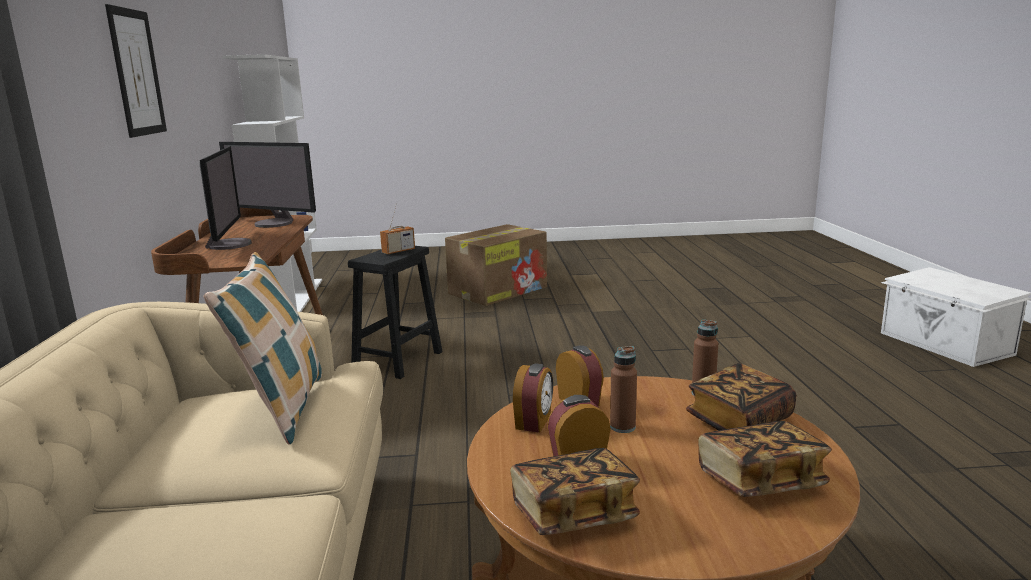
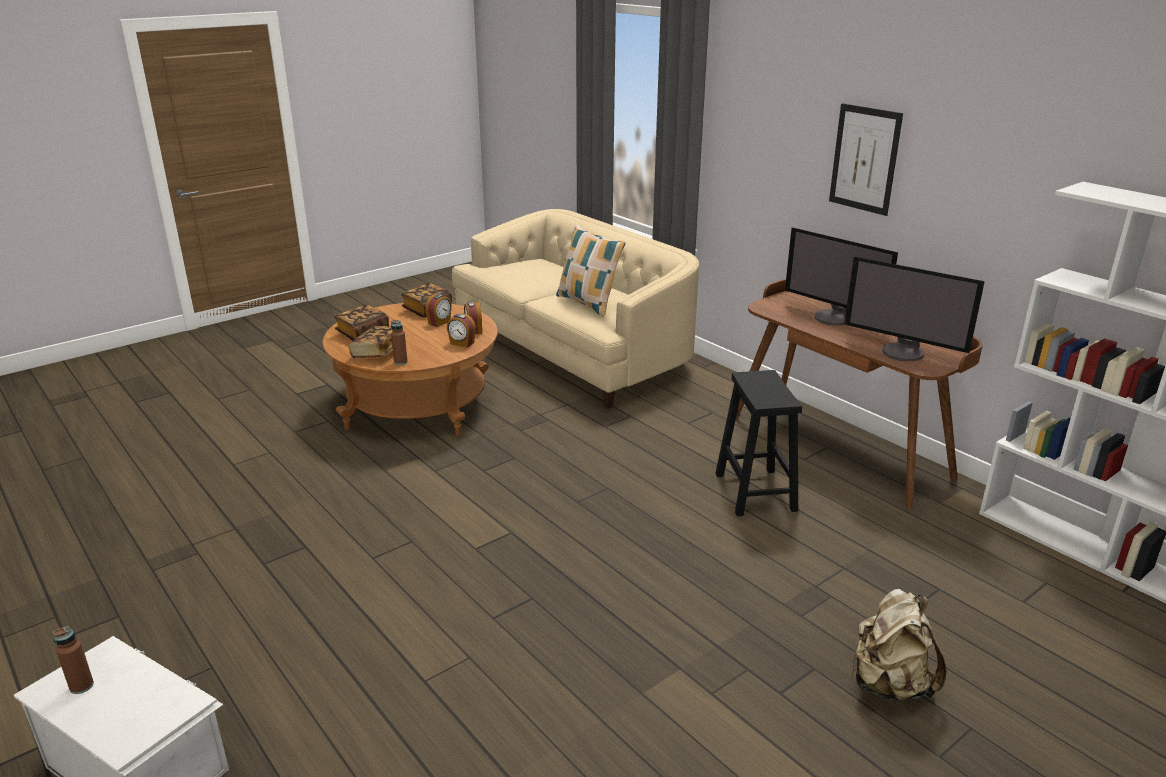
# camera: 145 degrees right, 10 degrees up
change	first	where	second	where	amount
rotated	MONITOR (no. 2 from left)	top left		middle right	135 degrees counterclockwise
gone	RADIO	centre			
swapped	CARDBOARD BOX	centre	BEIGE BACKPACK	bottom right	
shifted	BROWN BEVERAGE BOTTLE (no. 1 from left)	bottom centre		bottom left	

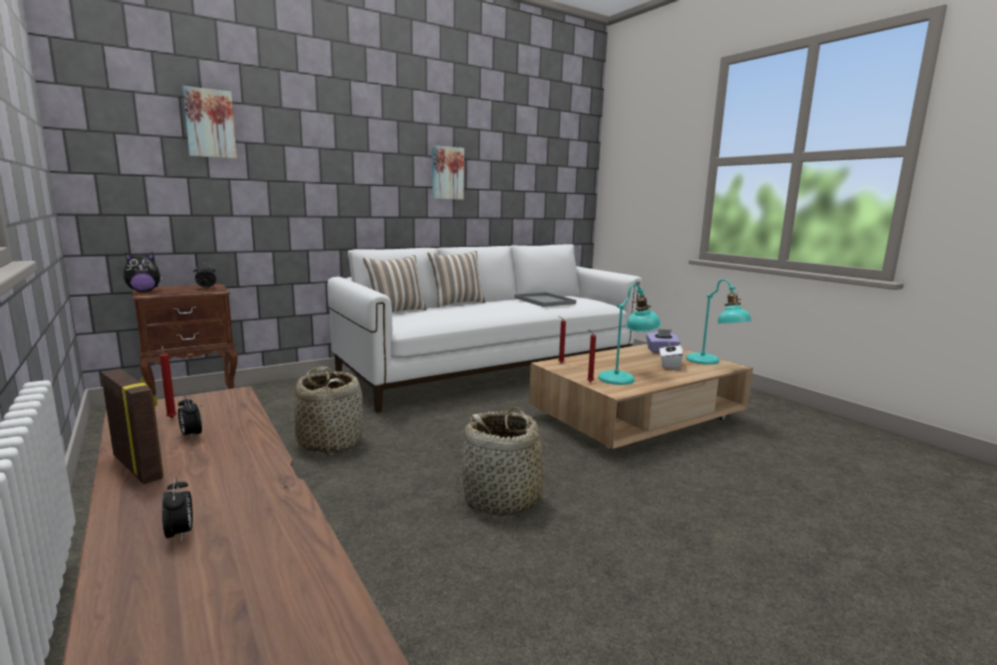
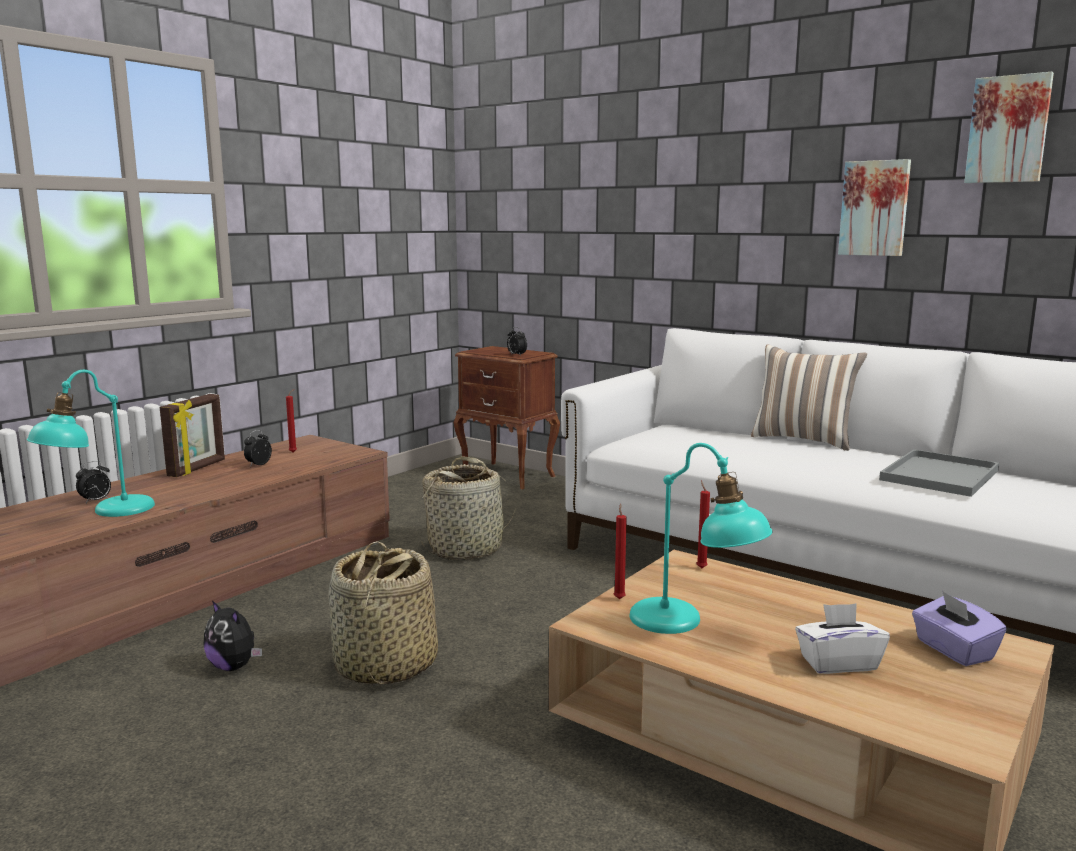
# camera: 70 degrees right, 0 degrees up
change	first	where	second	where	amount
shifted	SOFT TOY	middle left		bottom left	
shifted	PICTURE (no. 1 from left in the first image)	top left	PICTURE (no. 2 from left)	top right	
gone	PILLOW (no. 1 from left)	centre			
shifted	BLUE-GREEN TABLETOP LAMP (no. 2 from left in the first image)	middle right	BLUE-GREEN TABLETOP LAMP (no. 1 from left)	middle left	

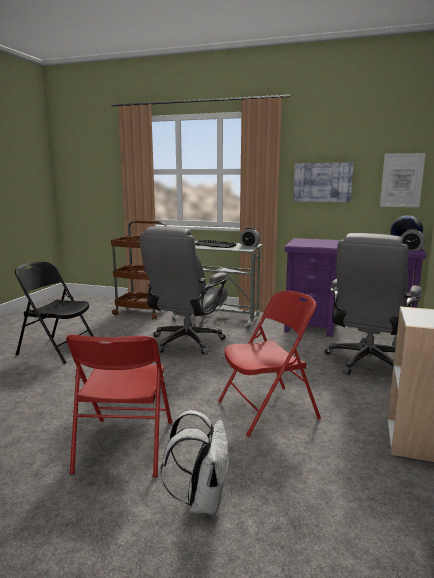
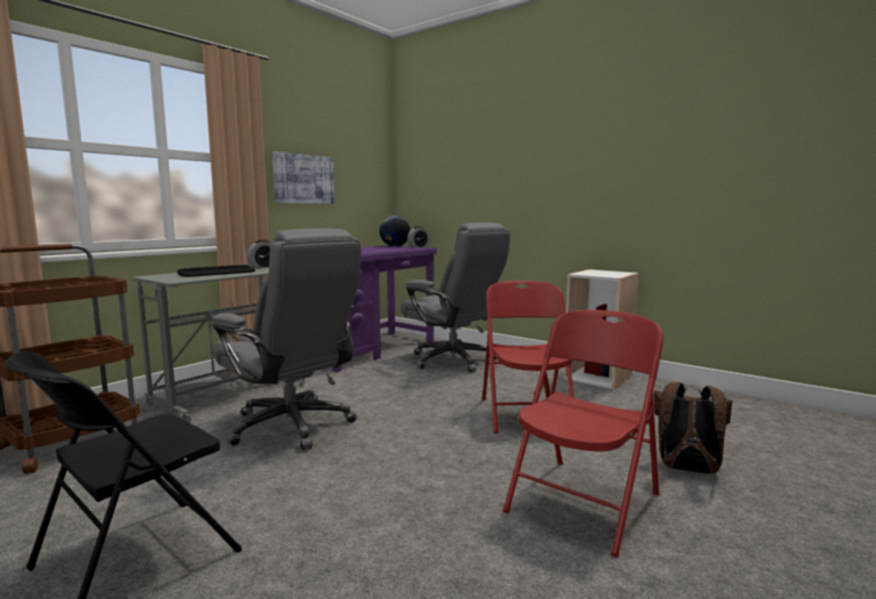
# camera: 70 degrees left, 5 degrees down
change	first	where	second	where	amount
rotated	RED-COLOURED CHAIR (no. 1 from left in the first image)	bottom left	RED-COLOURED CHAIR (no. 2 from left)	bottom centre	75 degrees counterclockwise
repainted	WHITISH BACKPACK	bottom centre	BROWN BACKPACK	bottom right	
gone	PICTURE (no. 2 from left)	top right			

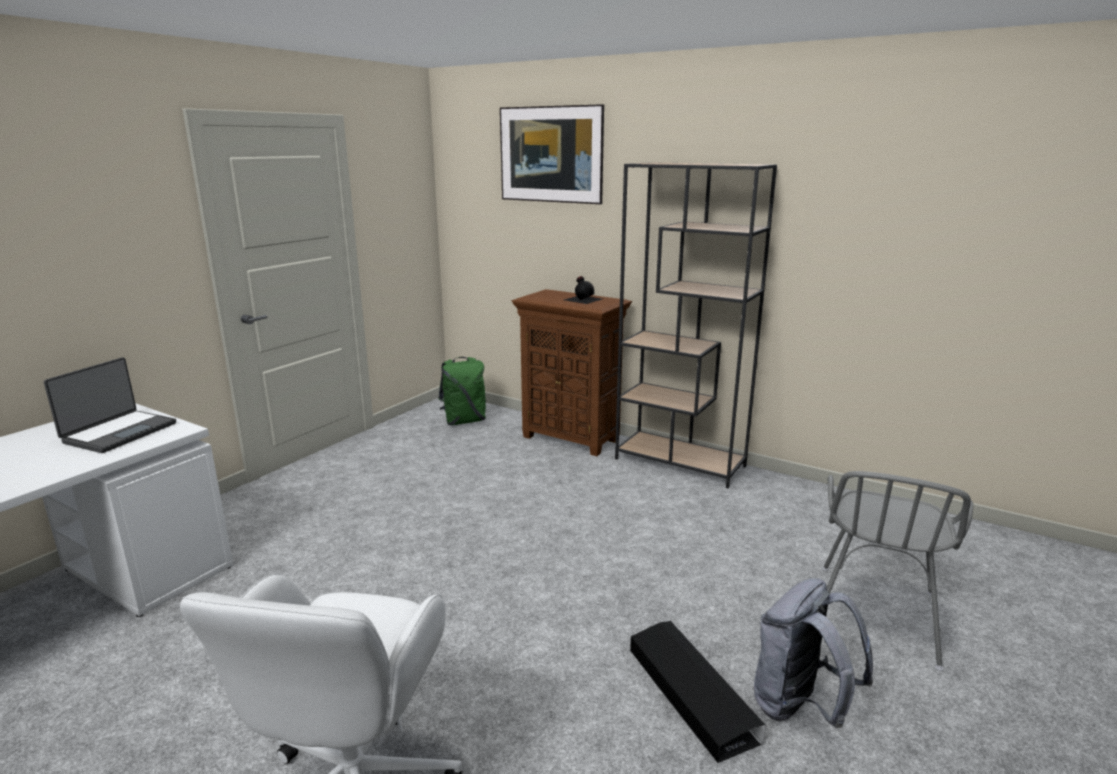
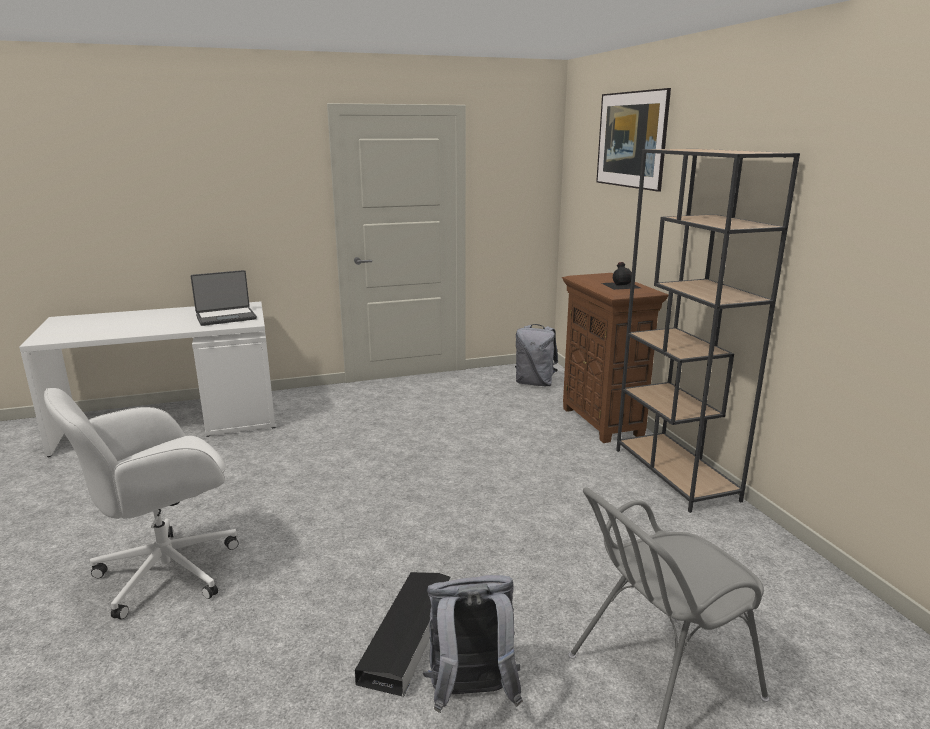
# camera: 40 degrees right, 0 degrees up
change	first	where	second	where	amount
repainted	GREEN-COLOURED BACKPACK	centre	GRAY BACKPACK (no. 2 from left)	centre	

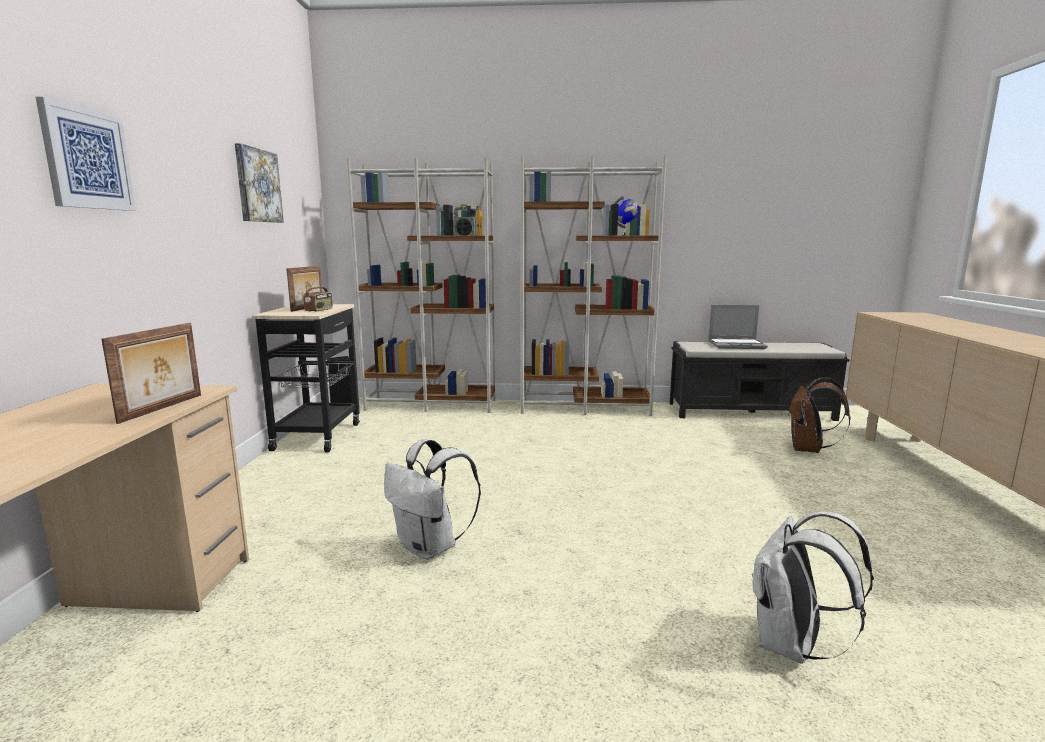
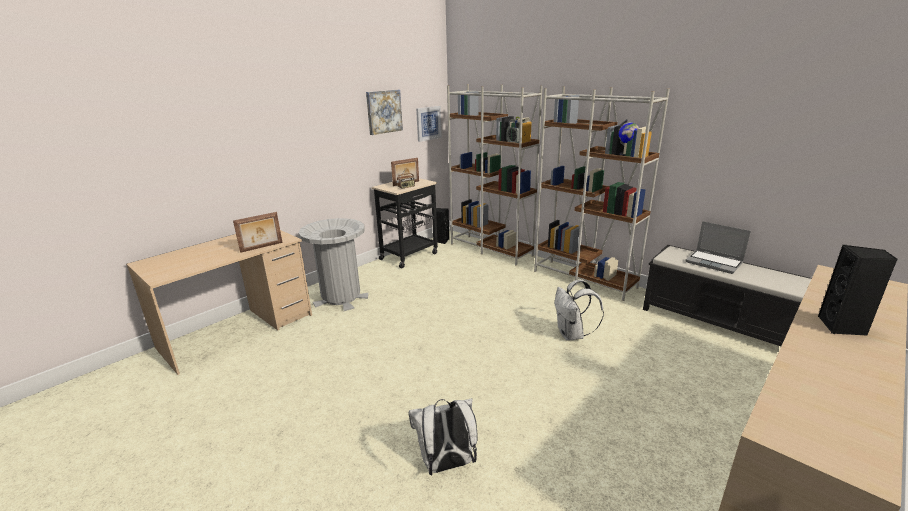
# camera: 40 degrees right, 10 degrees up
change	first	where	second	where	amount
shifted	PICTURE (no. 1 from left in the first image)	top left	PICTURE (no. 2 from left)	top centre	
shifted	WHITISH BACKPACK (no. 1 from left in the first image)	bottom centre	WHITISH BACKPACK (no. 2 from left)	centre	
gone	BROWN BACKPACK	middle right			
new			GRAY TRASH CAN	centre	
new			BLACKISH SPEAKER (no. 2 from left)	middle right	

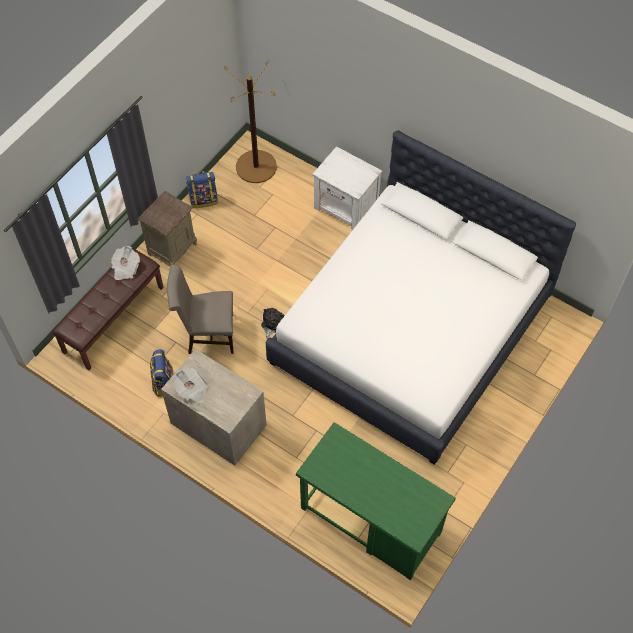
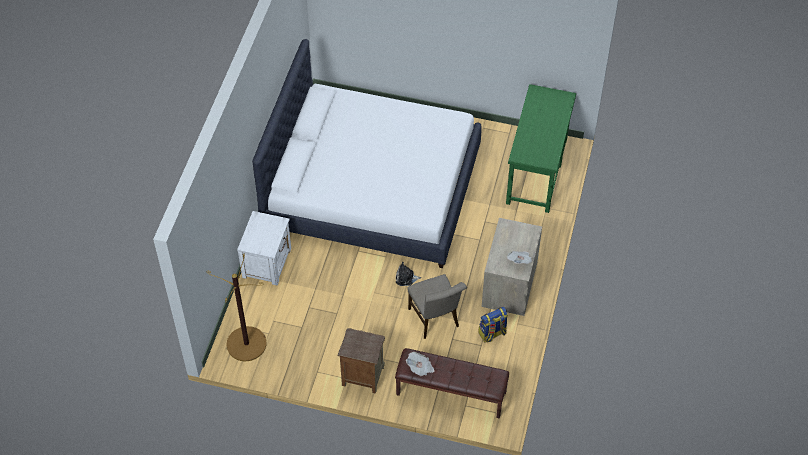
# camera: 110 degrees left, 5 degrees down
change	first	where	second	where	amount
gone	BACKPACK (no. 2 from left)	top left			

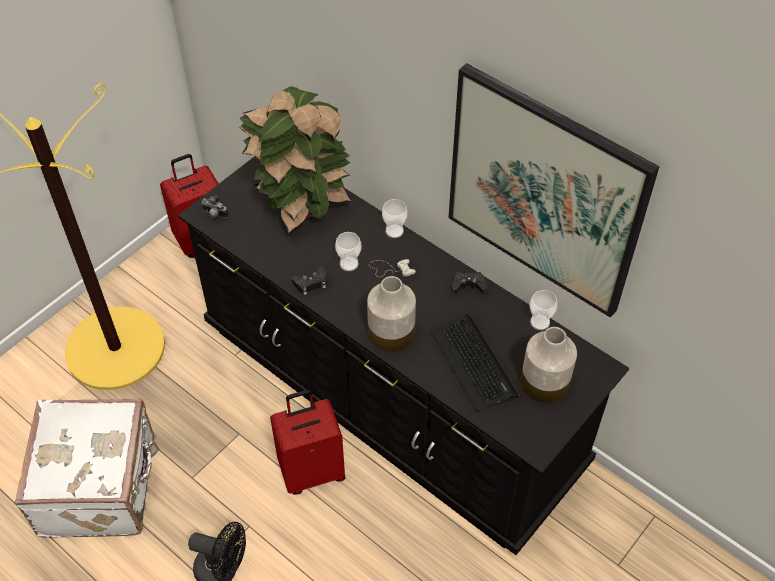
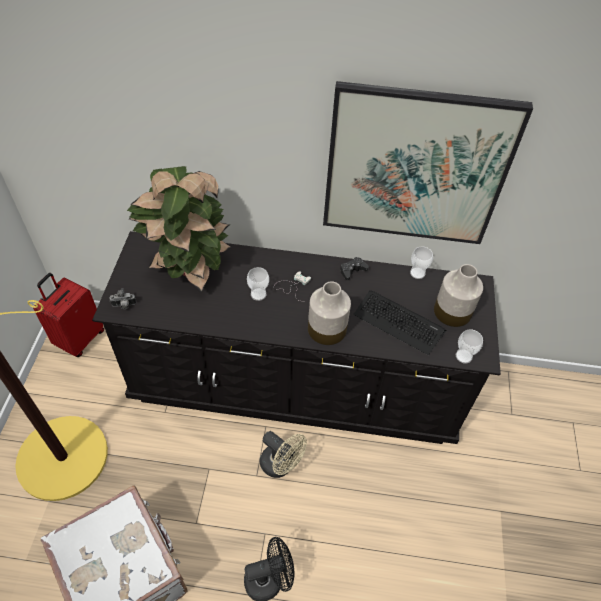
# camera: 35 degrees left, 0 degrees up
change	first	where	second	where	amount
swapped	RED-COLOURED TRAVEL CASE (no. 2 from left)	bottom centre	BEIGE FAN	bottom centre	
gone	BLACKISH GAMEPAD (no. 1 from left)	centre			
shifted	SMALL CUP (no. 2 from left in the first image)	centre	SMALL CUP (no. 3 from left)	middle right	

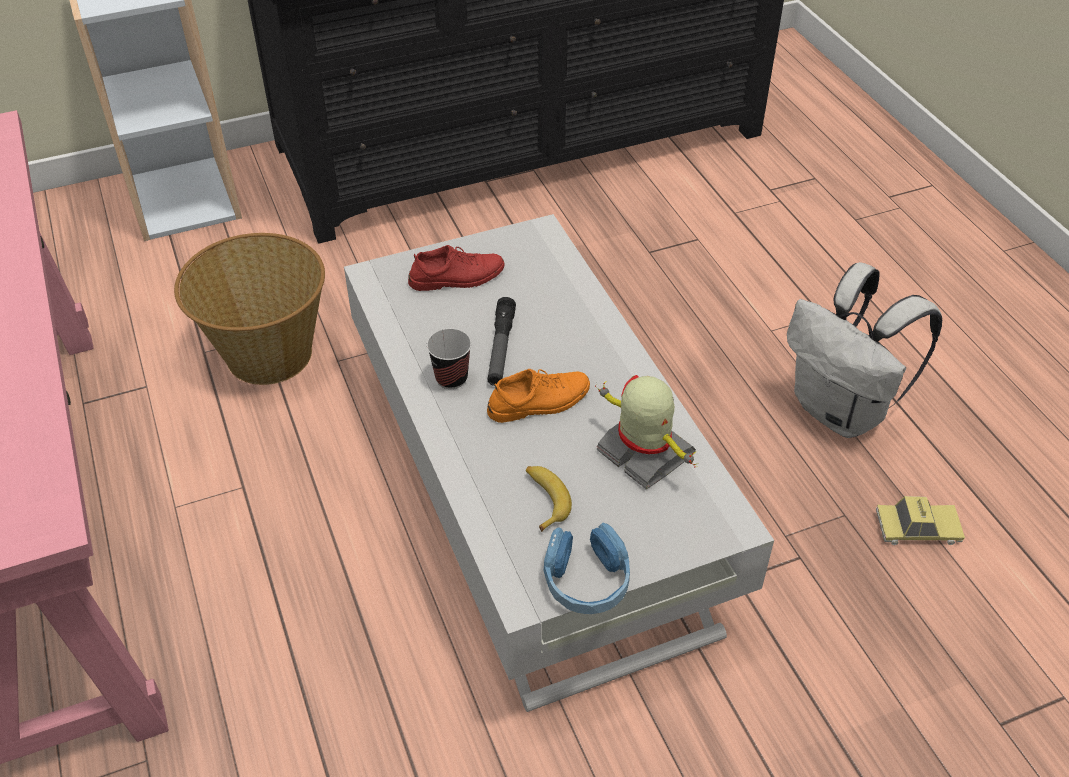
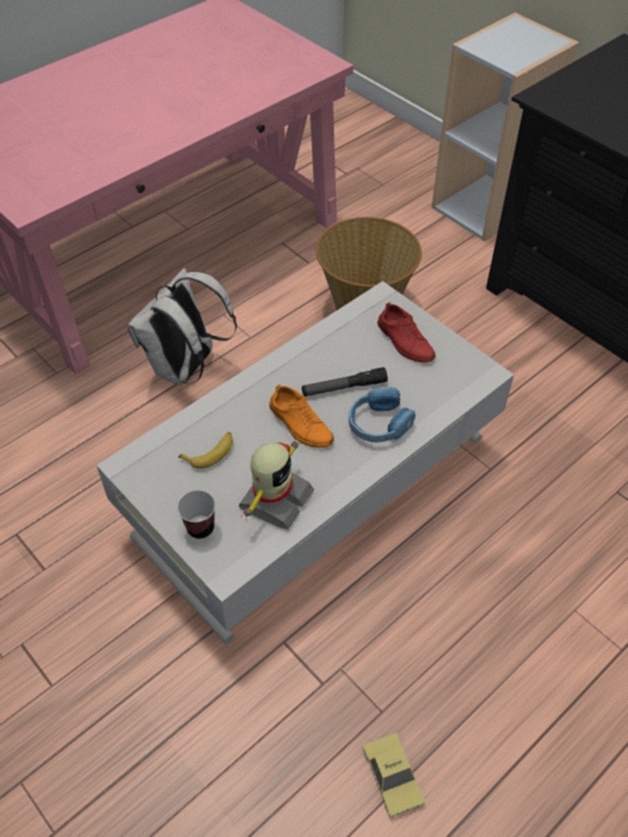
# camera: 70 degrees right, 5 degrees up
change	first	where	second	where	amount
shifted	SMALL CUP	centre		middle left	
shifted	BLUISH HEADSET	bottom centre		centre	
shifted	WHITISH BACKPACK	middle right		middle left	

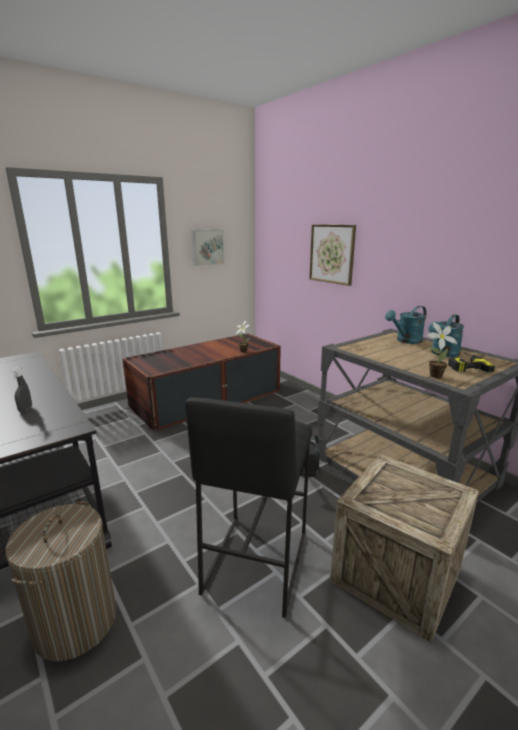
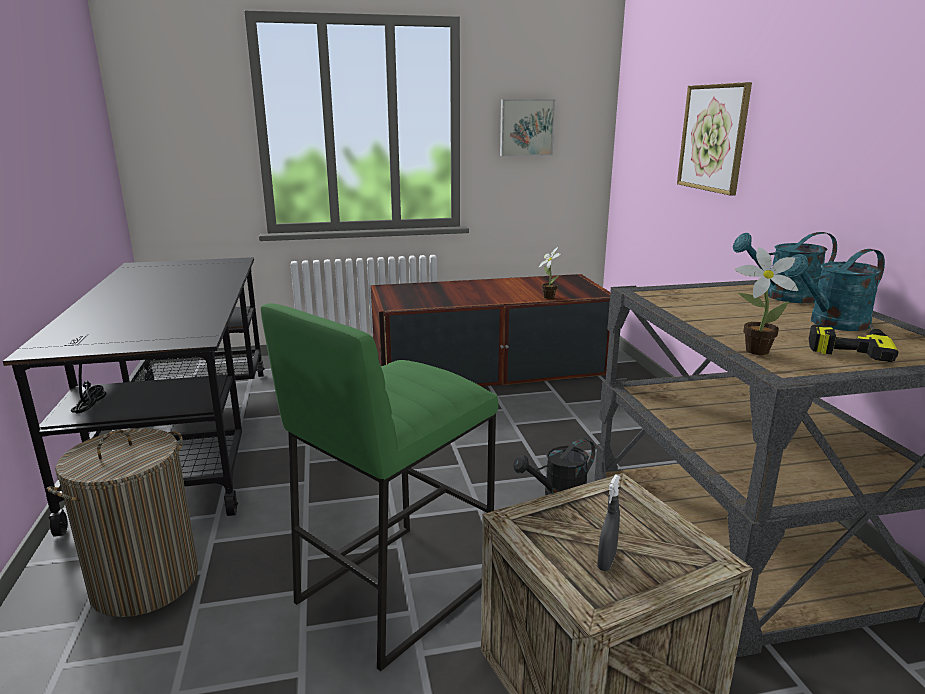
# camera: 25 degrees right, 0 degrees up
change	first	where	second	where	amount
shifted	GRAY SPRAYER	middle left		bottom centre	
repainted	BLACKISH SITTING STOOL	bottom centre	GREEN-COLOURED SITTING STOOL	bottom centre	

